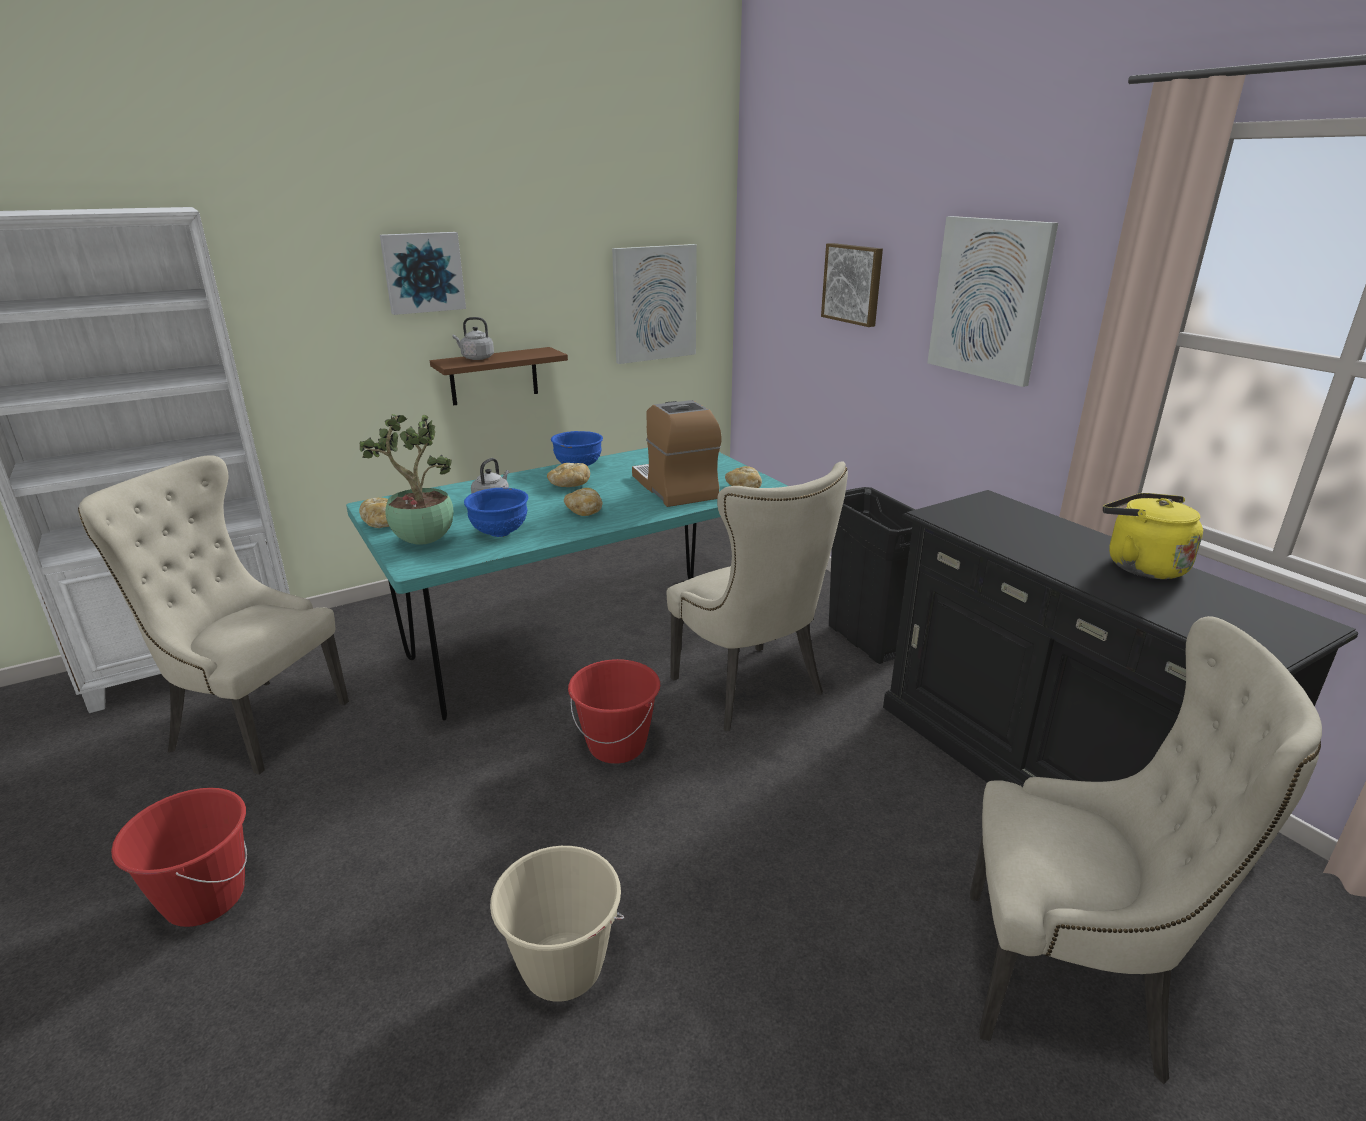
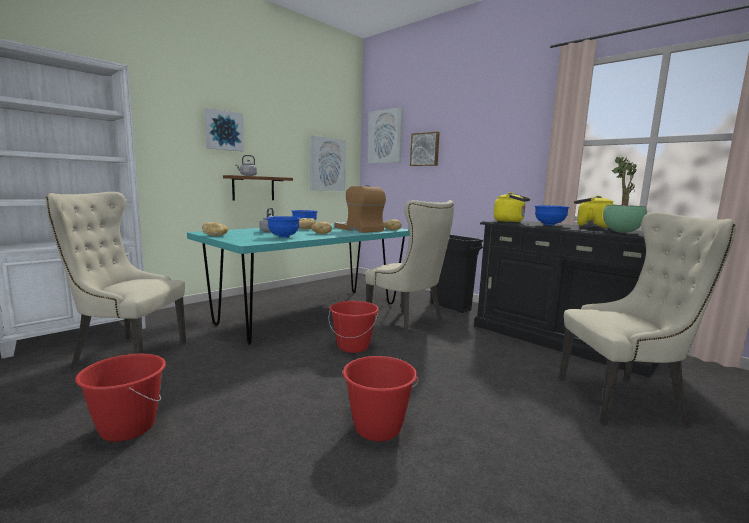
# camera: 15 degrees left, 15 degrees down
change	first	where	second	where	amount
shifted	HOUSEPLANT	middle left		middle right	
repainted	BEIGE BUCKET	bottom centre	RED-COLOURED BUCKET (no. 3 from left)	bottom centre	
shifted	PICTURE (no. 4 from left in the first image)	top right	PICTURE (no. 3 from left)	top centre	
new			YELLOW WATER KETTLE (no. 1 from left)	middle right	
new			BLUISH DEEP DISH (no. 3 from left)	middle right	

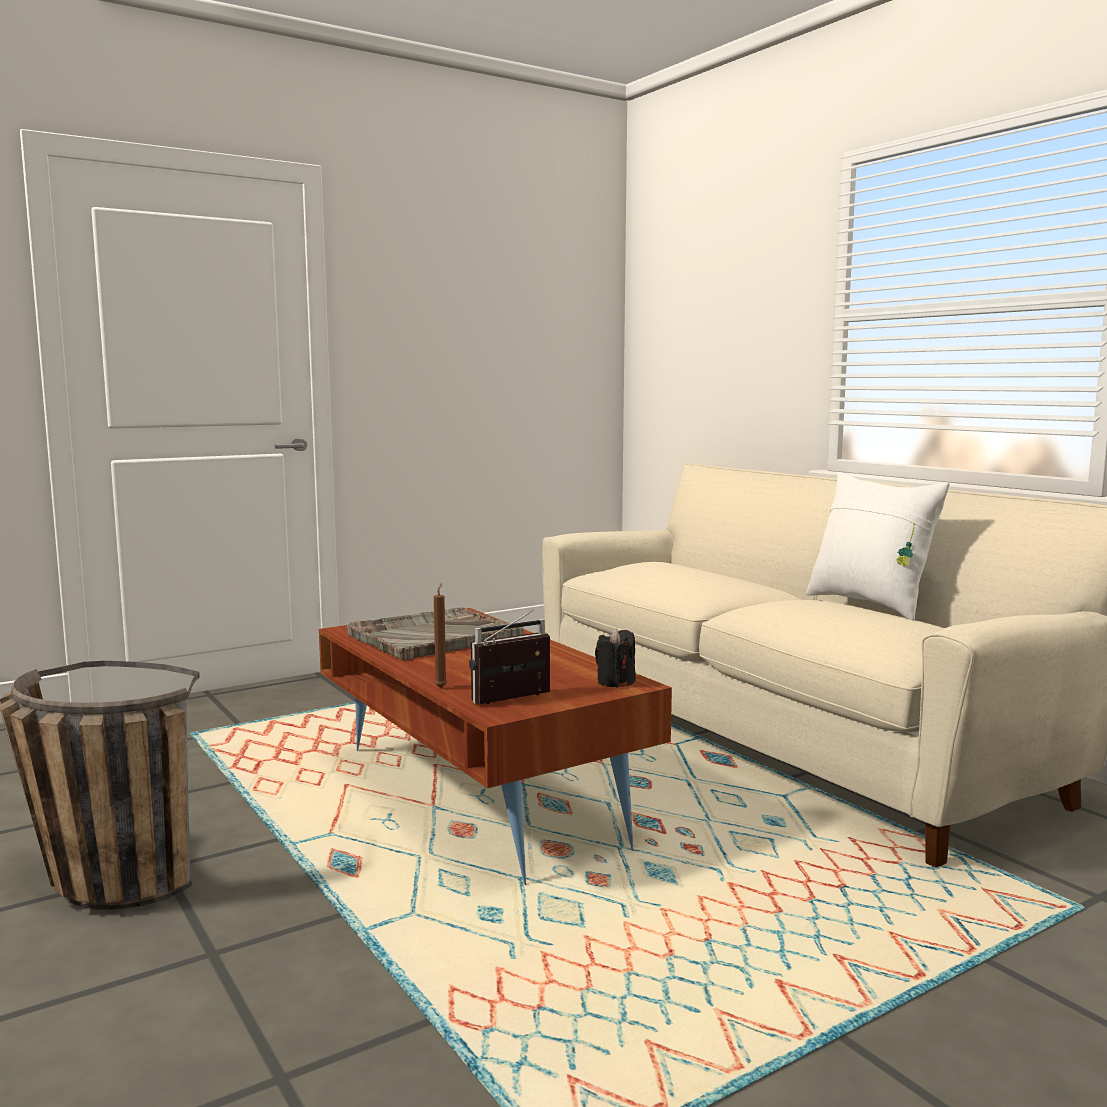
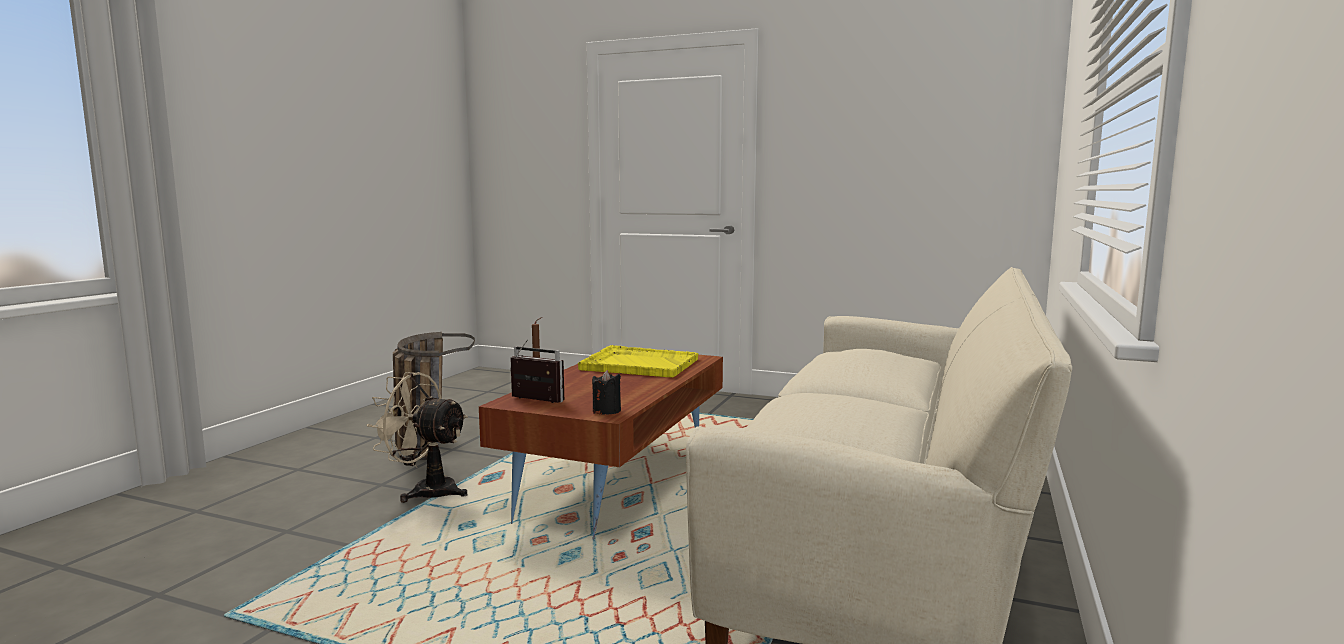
# camera: 55 degrees right, 0 degrees up
change	first	where	second	where	amount
repainted	GRAY TRAY	centre	YELLOW TRAY	centre	
gone	WHITISH PILLOW	middle right			
new			BEIGE FAN	bottom left	

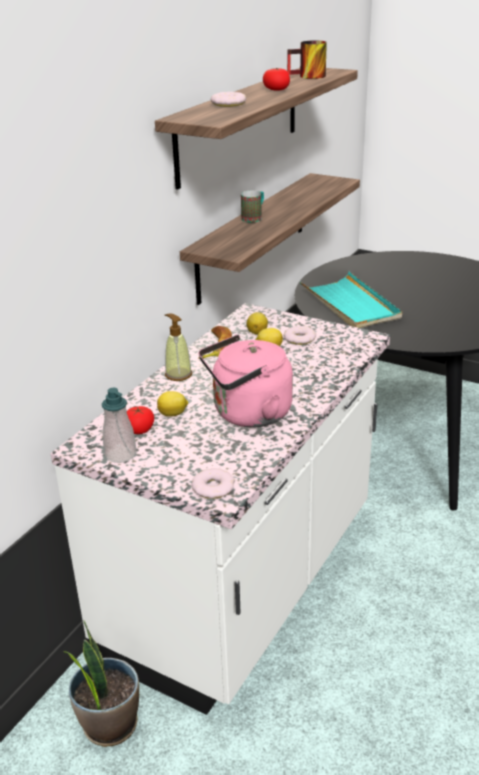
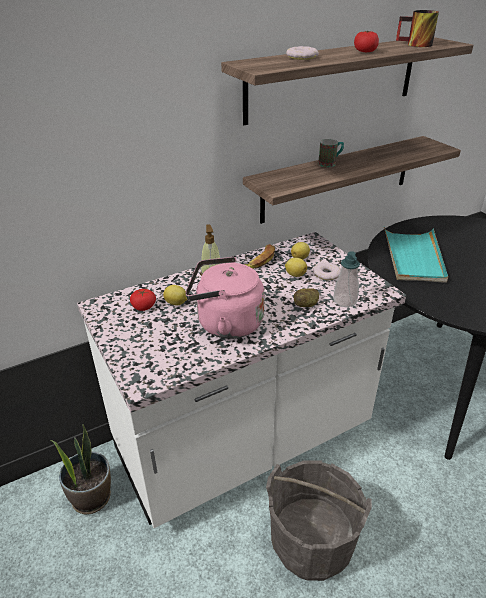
# camera: 30 degrees right, 5 degrees up
change	first	where	second	where	amount
shifted	SOAP BOTTLE (no. 1 from left in the first image)	middle left	SOAP BOTTLE (no. 2 from left)	middle right	
gone	DOUGHNUT (no. 1 from left)	centre			
new			GRAY BUCKET	bottom centre	
new			WHOLE POTATO	centre	

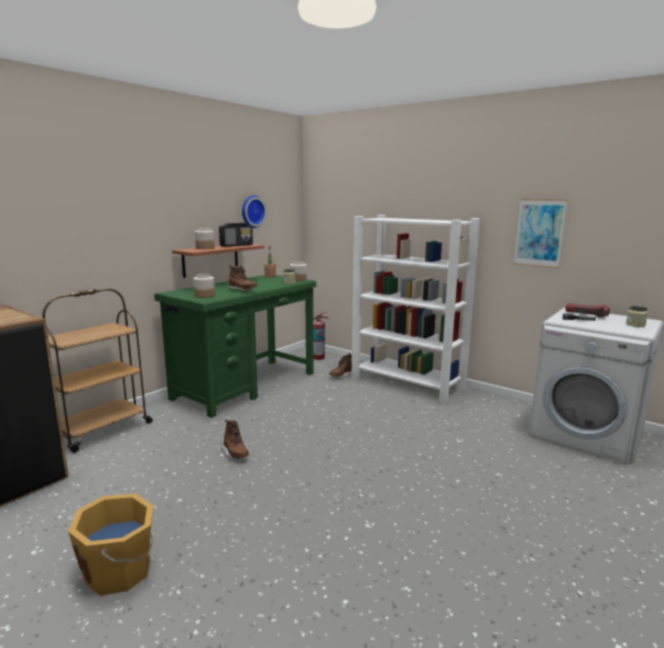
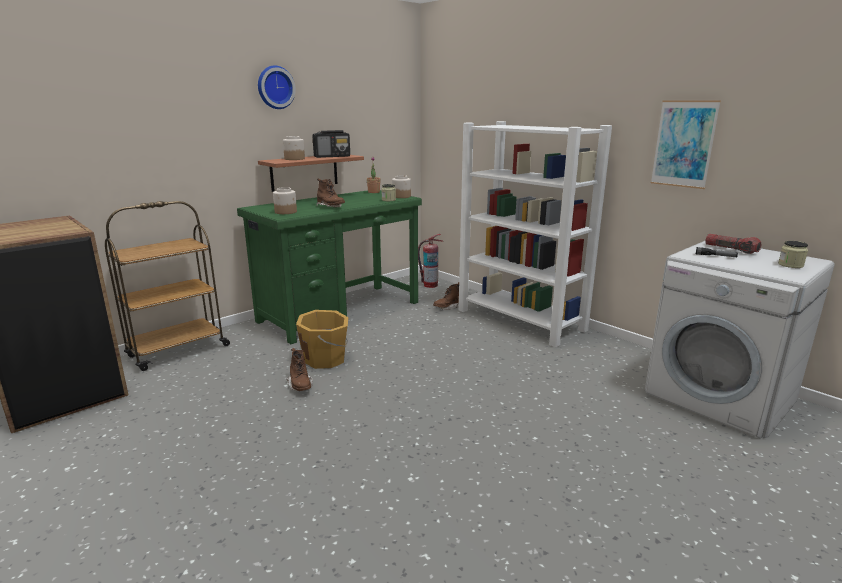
# camera: 10 degrees right, 5 degrees up
change	first	where	second	where	amount
shifted	ORANGE-COLOURED BUCKET	bottom left		centre	
shifted	HANGING CLOCK	top centre		top left	

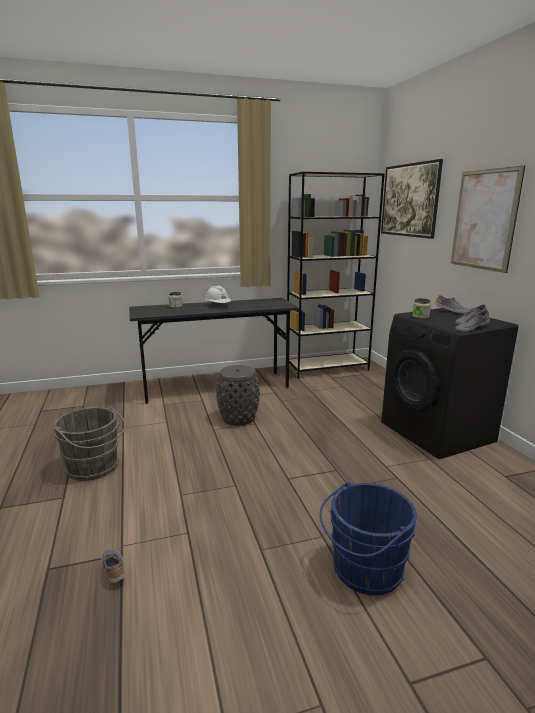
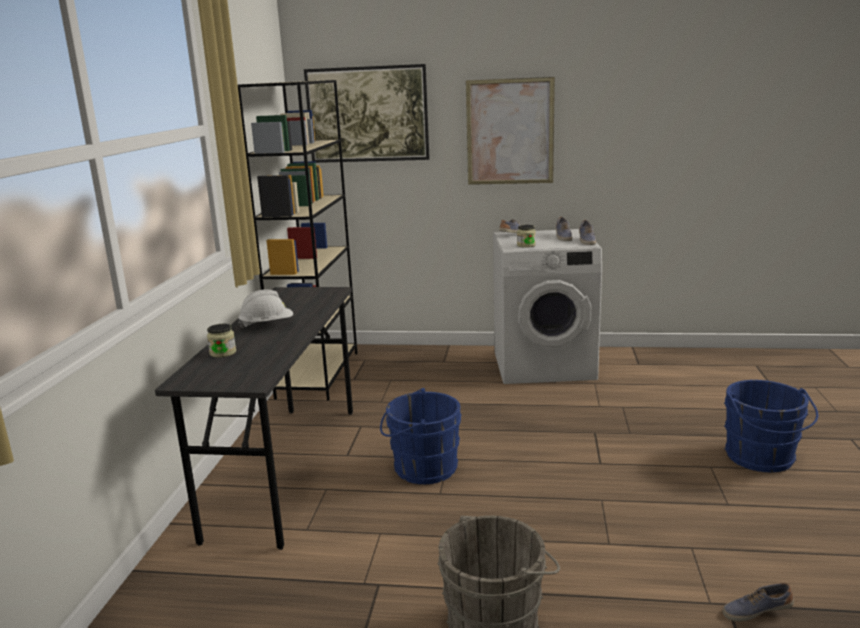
# camera: 65 degrees left, 0 degrees up
change	first	where	second	where	amount
swapped	GRAY SITTING STOOL	centre	BLUISH BUCKET (no. 1 from left)	bottom centre	
repainted	BLACKISH LAUNDRY APPLIANCE	middle right	WHITISH LAUNDRY APPLIANCE	centre	

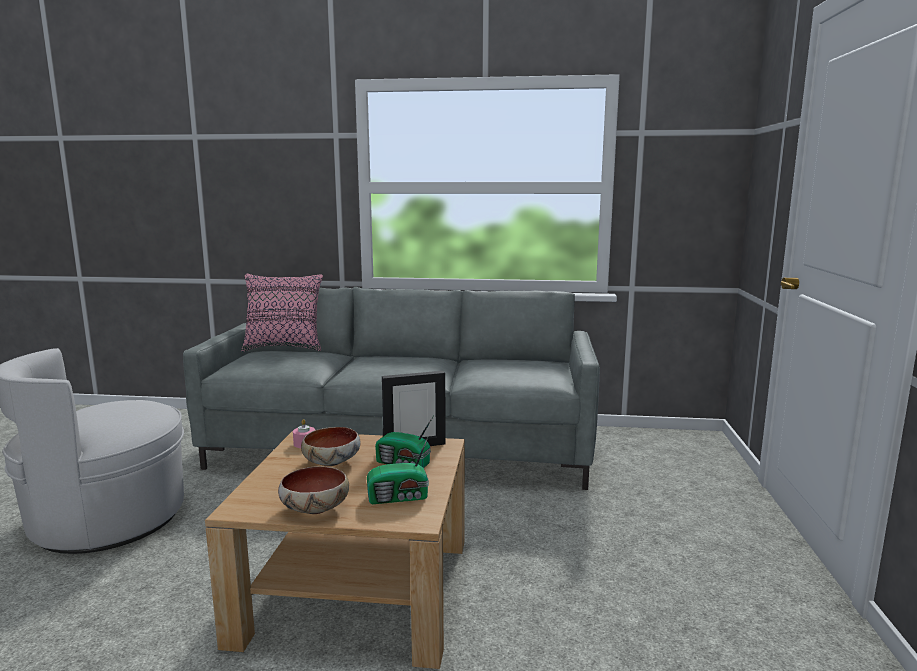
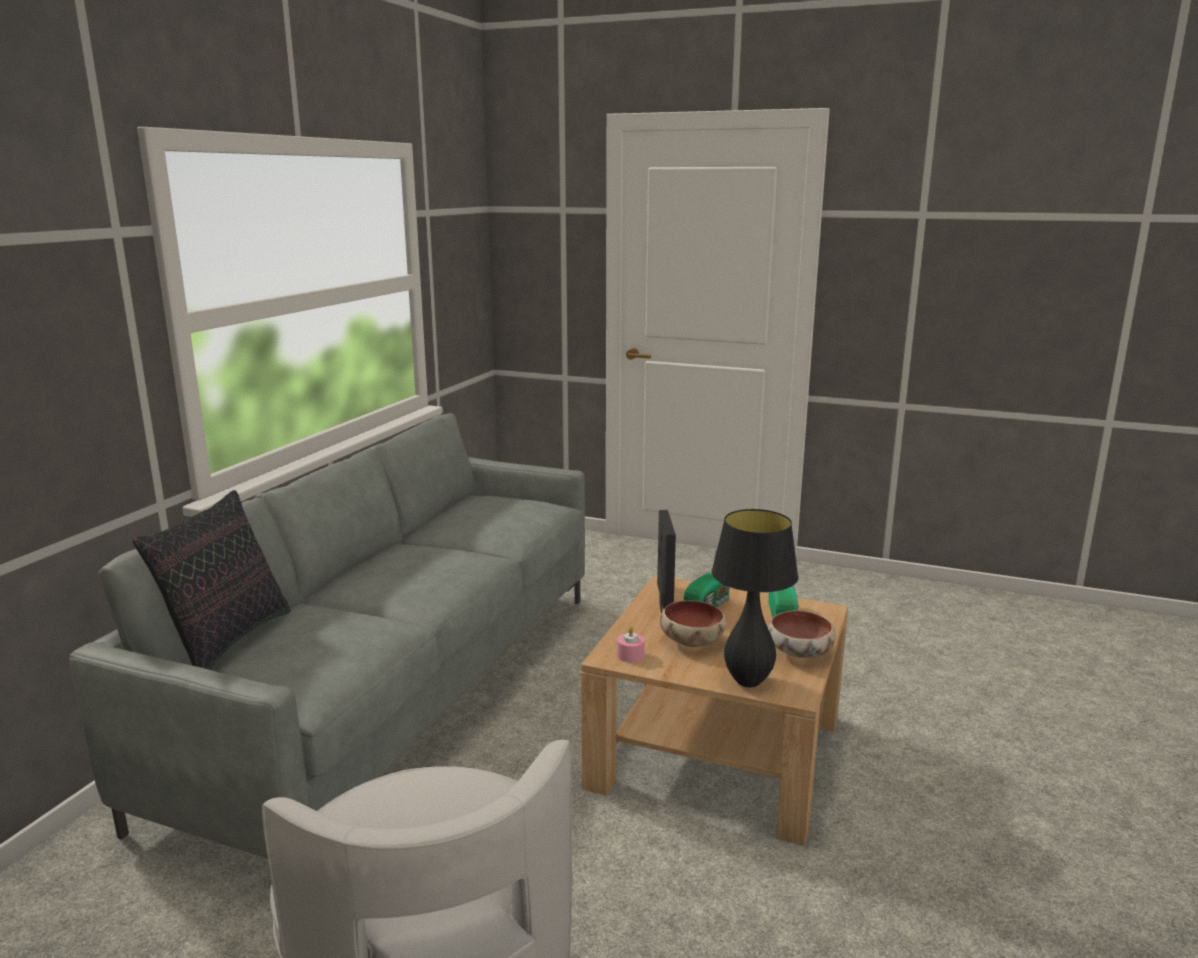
# camera: 75 degrees left, 5 degrees up
change	first	where	second	where	amount
repainted	PINK PILLOW	middle left	BLACKISH PILLOW	middle left	
new			BLACKISH TABLETOP LAMP	centre	

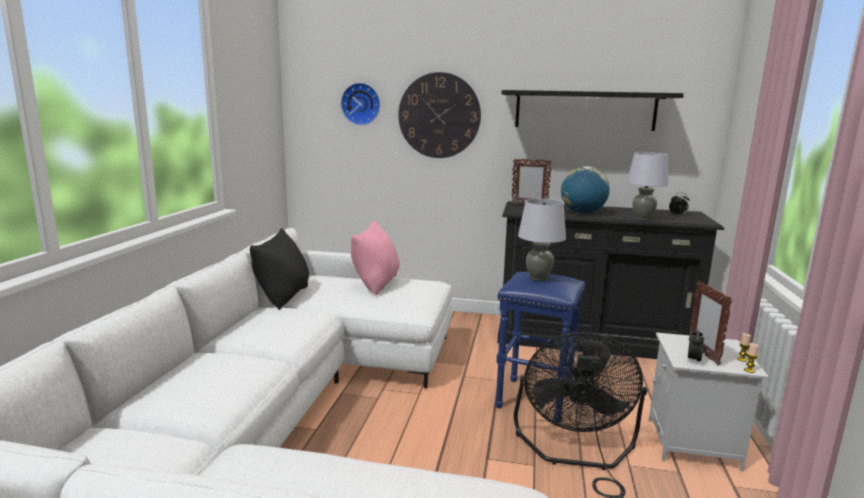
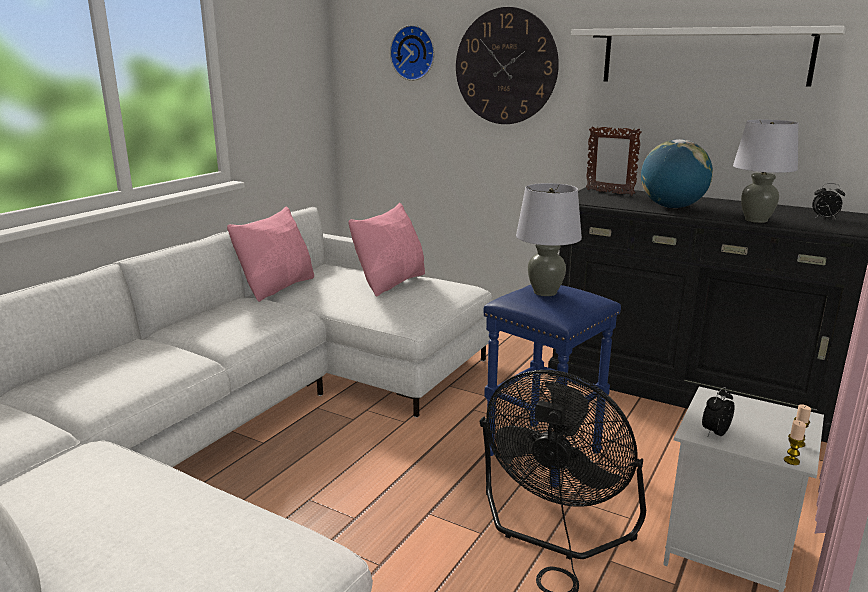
# camera: 20 degrees right, 5 degrees up
change	first	where	second	where	amount
repainted	BLACKISH PILLOW	middle left	PINK PILLOW (no. 1 from left)	middle left	
repainted	BLACKISH SHELF	top right	WHITISH SHELF	top right	
gone	STANDING FRAME (no. 2 from left)	middle right			

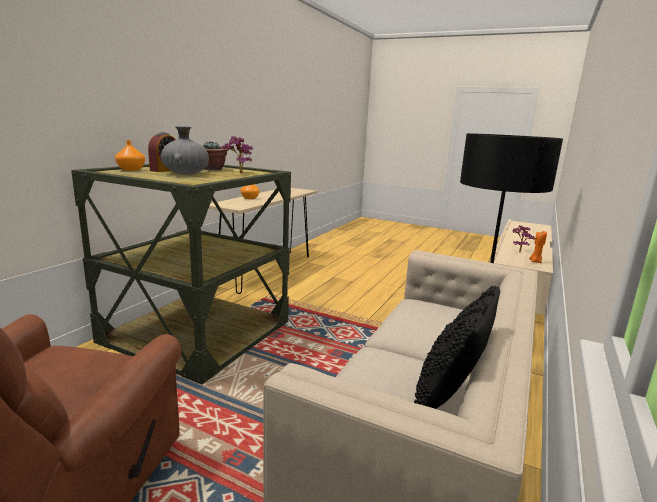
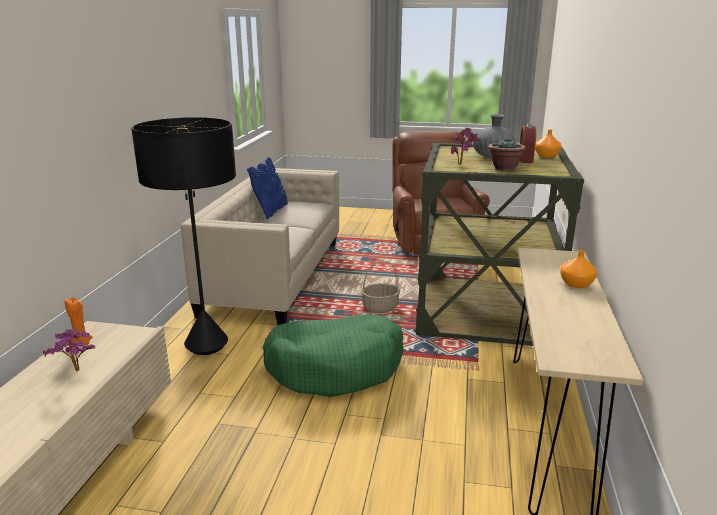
# camera: 165 degrees right, 5 degrees up
change	first	where	second	where	amount
repainted	BLACKISH PILLOW	bottom right	BLUISH PILLOW	centre	
new			GREEN-COLOURED DOG CUSHION	bottom centre	
new			STORAGE BASKET	centre	

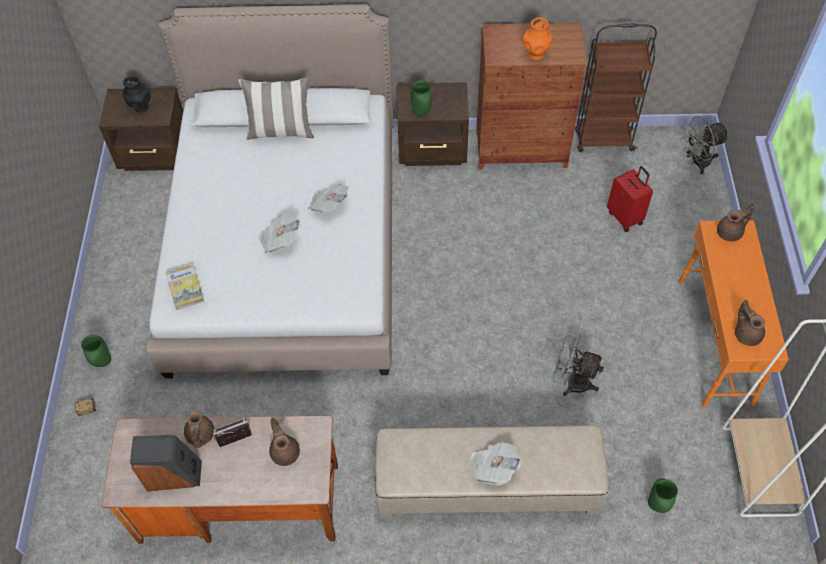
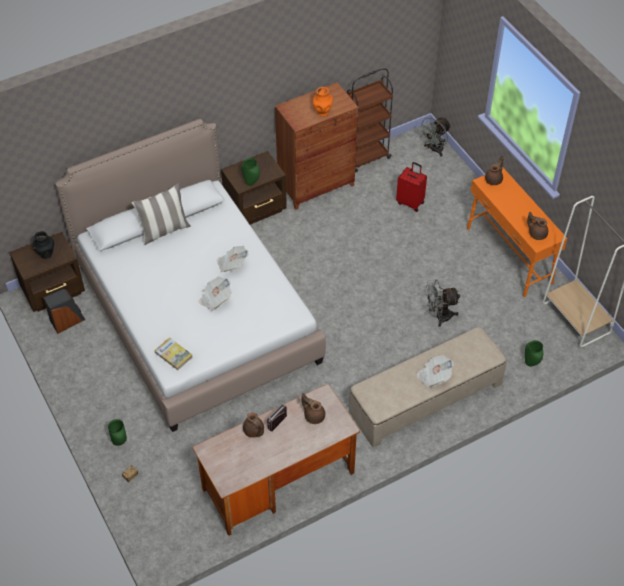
# camera: 30 degrees left, 5 degrees down
change	first	where	second	where	amount
shifted	SPEAKER	bottom left		middle left	

